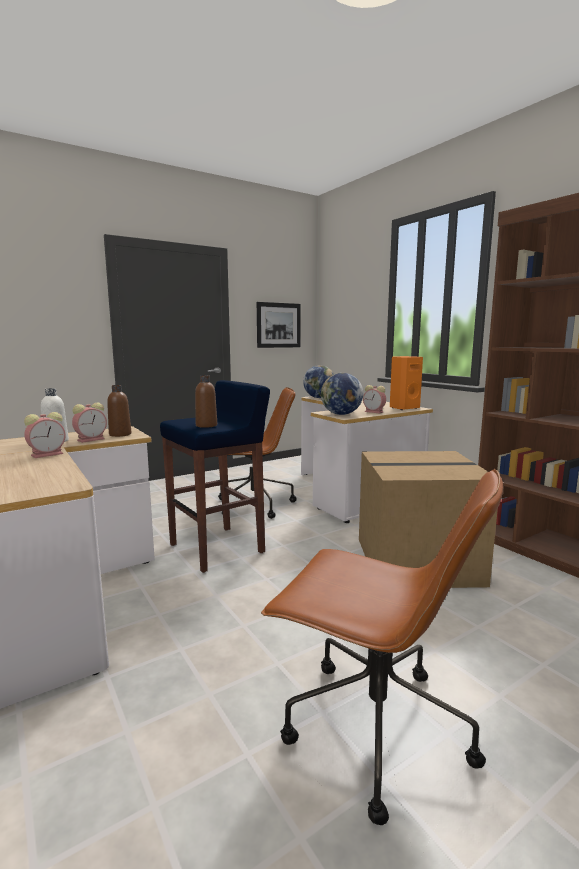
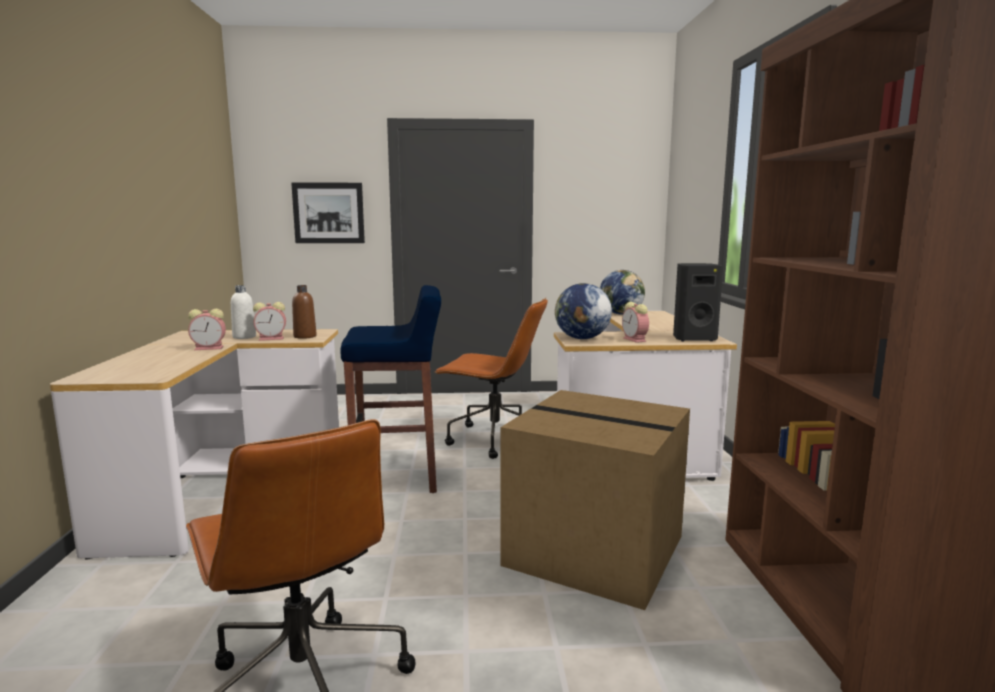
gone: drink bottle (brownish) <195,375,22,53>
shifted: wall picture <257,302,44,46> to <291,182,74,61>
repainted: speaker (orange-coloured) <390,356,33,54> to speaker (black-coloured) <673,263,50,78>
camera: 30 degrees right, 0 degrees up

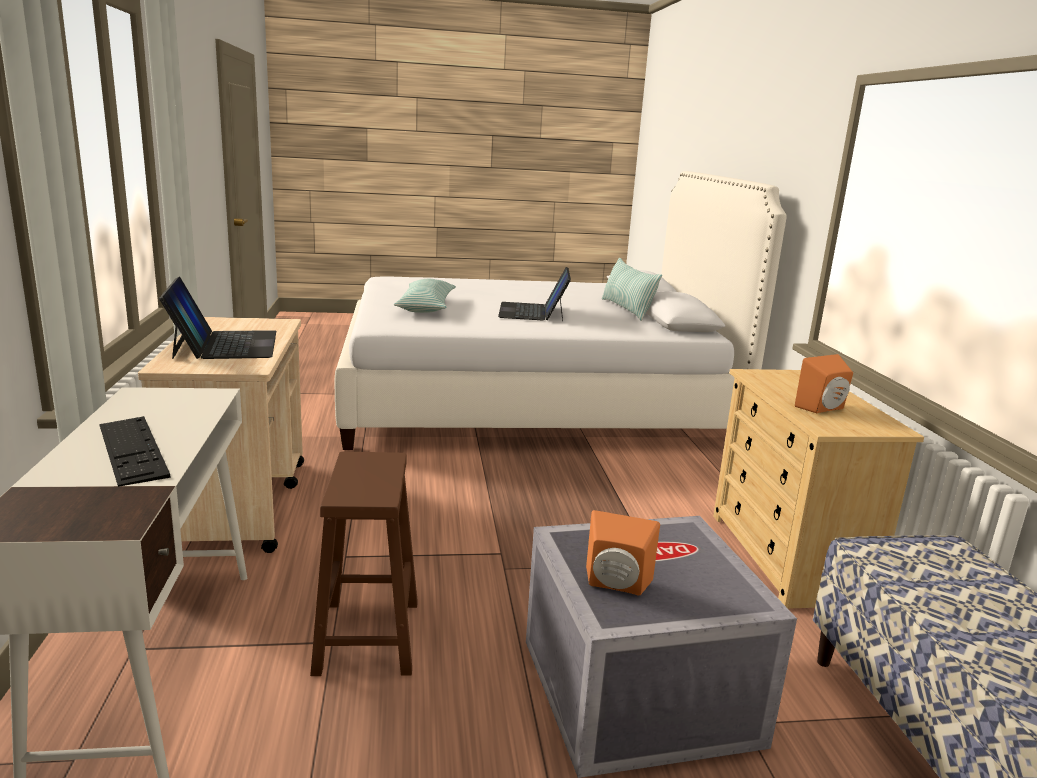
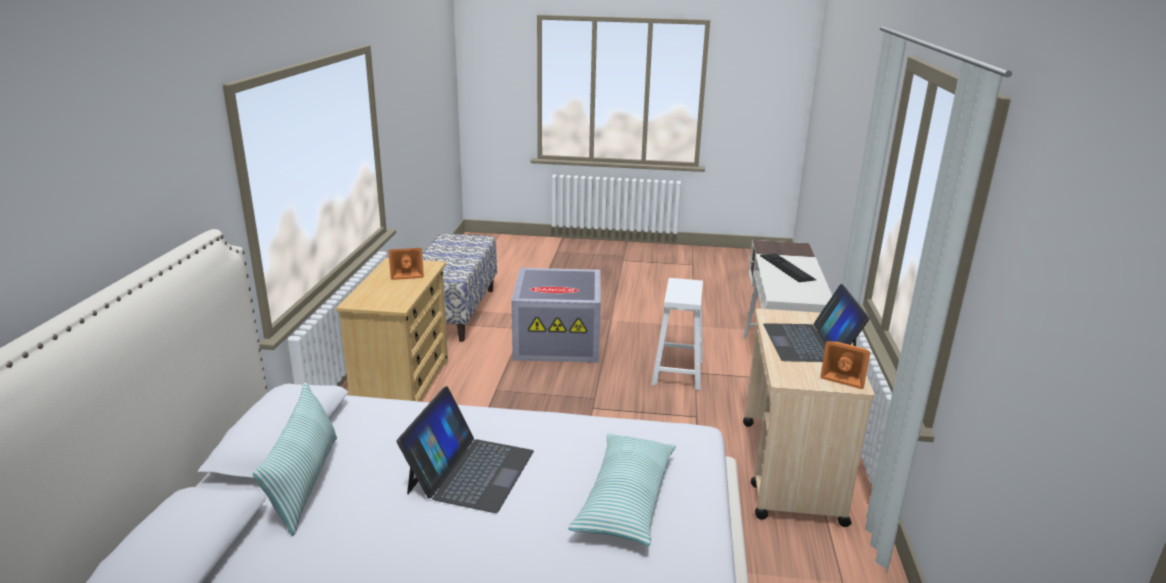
shifted: speaker (orange-coloured) <586,510,74,86> to <820,341,50,48>
repainted: sitting stool (brownish) <310,452,108,224> to sitting stool (white-coloured) <651,278,52,112>
camera: 165 degrees left, 5 degrees up

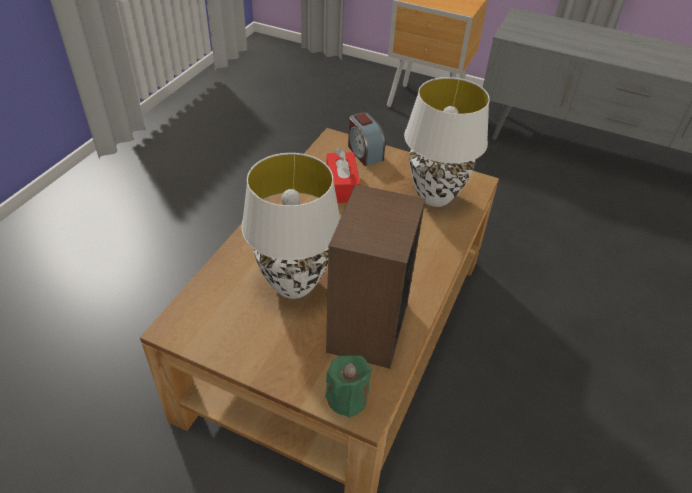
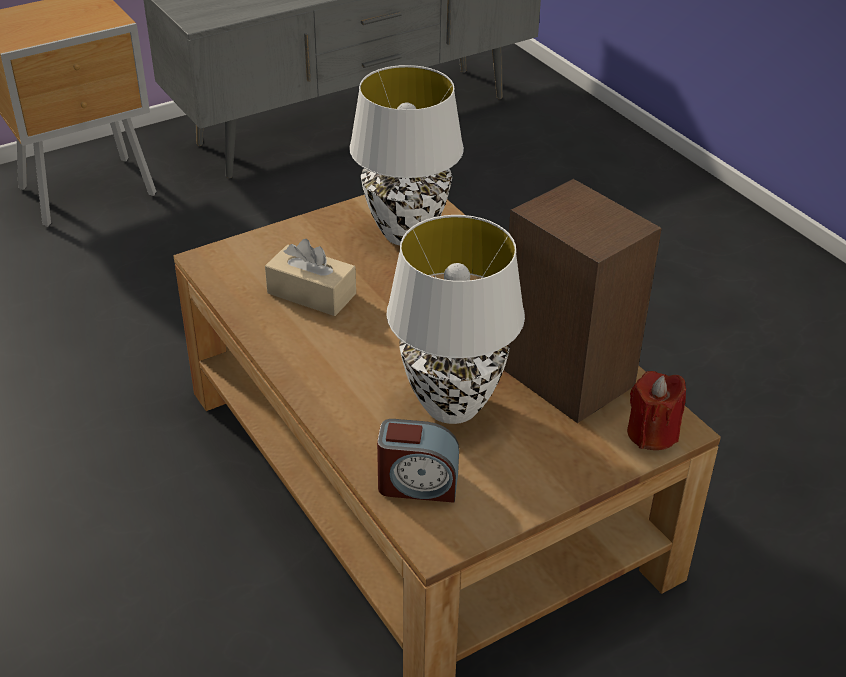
shifted: table clock <348,112,37,54> to <377,419,82,84>
repainted: tissue holder (reddish) <327,148,33,55> to tissue holder (beige) <265,239,91,77>; wax candle (greenish) <326,355,46,63> to wax candle (reddish) <627,371,59,79>
camera: 55 degrees left, 5 degrees down

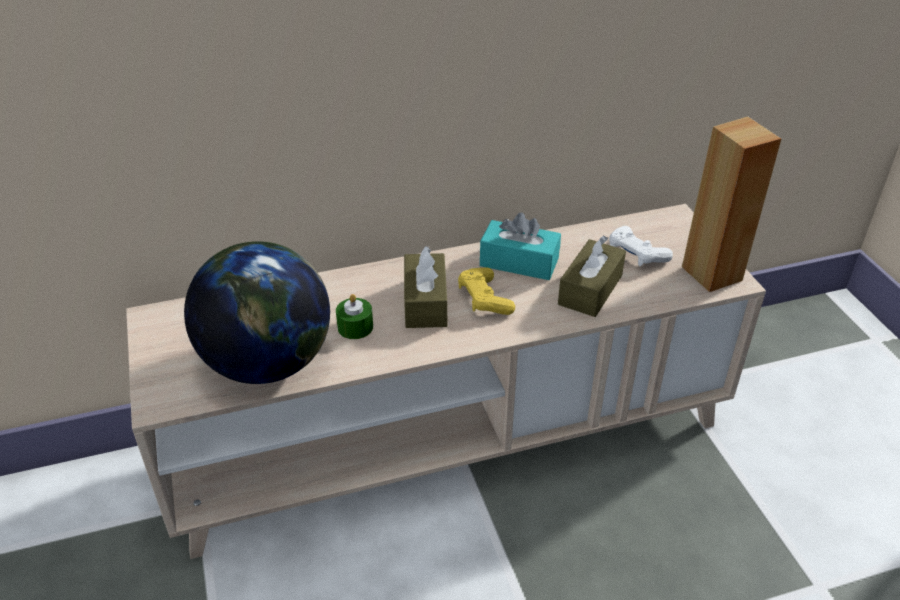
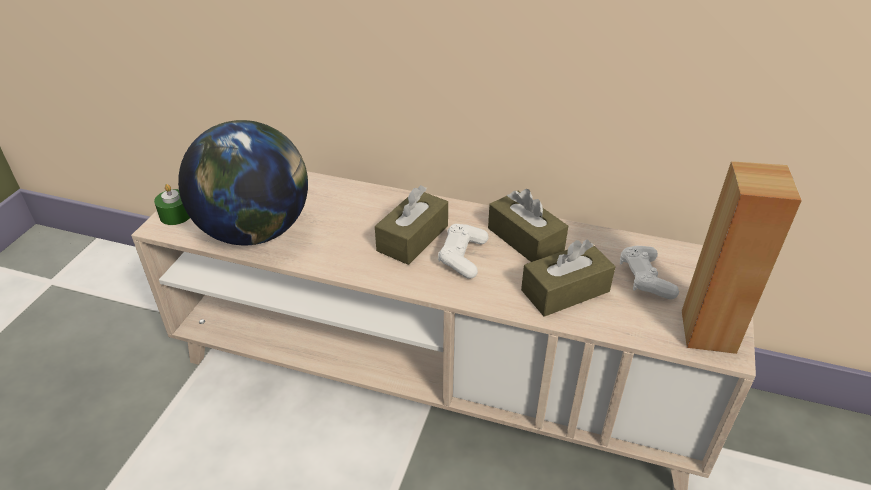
shifted: wax candle (greenish) <336,294,37,45> to <154,184,36,41>
repainted: tissue holder (turquoise-coloured) <480,213,81,67> to tissue holder (brownish) <488,189,80,73>; game controller (yellowish) <458,268,57,47> to game controller (white-coloured) <438,224,51,55>
camera: 35 degrees right, 0 degrees up

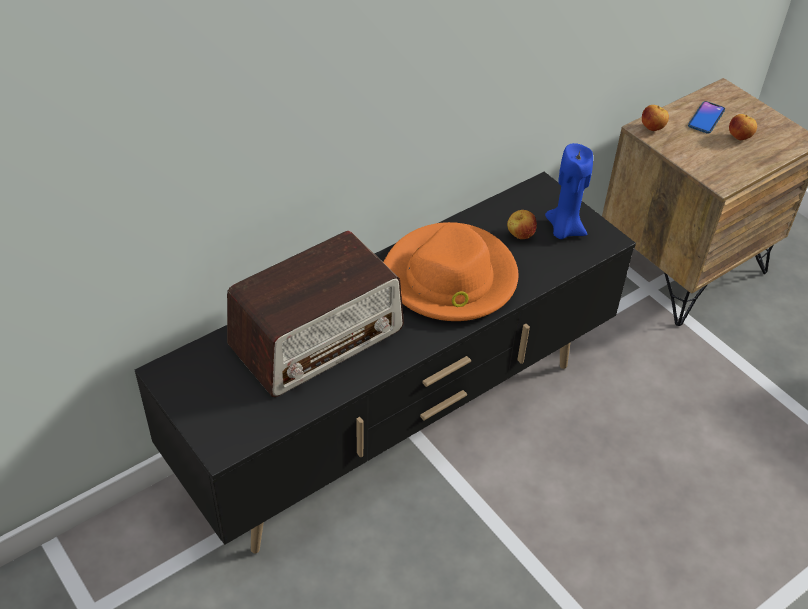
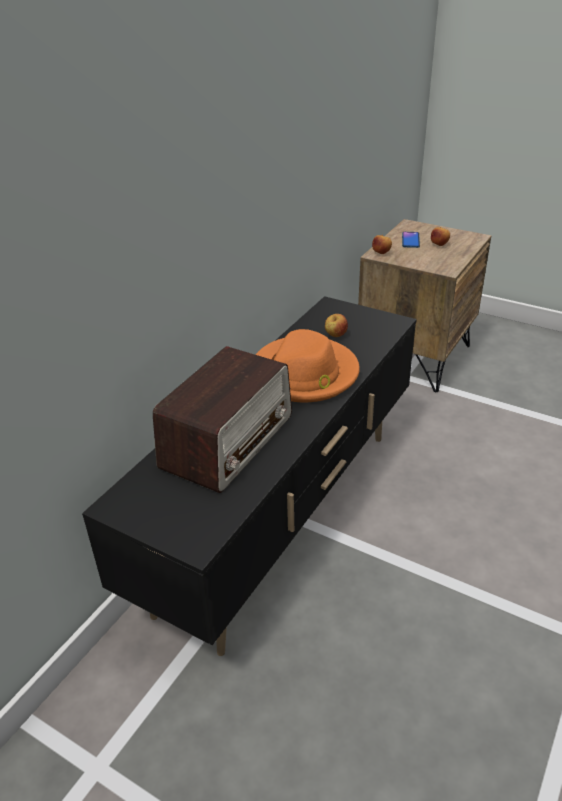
gone: wax candle (blue) <545,143,48,96>
camera: 20 degrees left, 10 degrees down

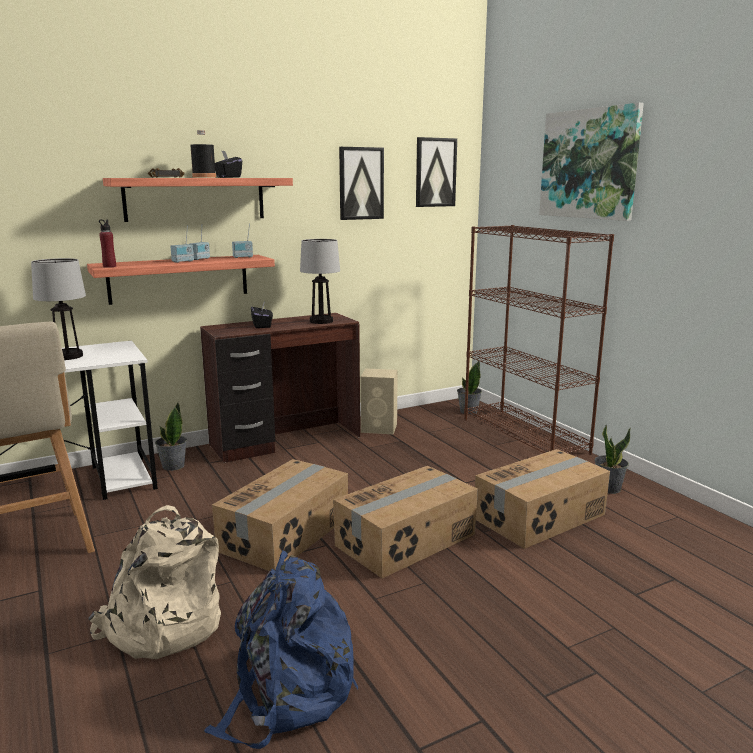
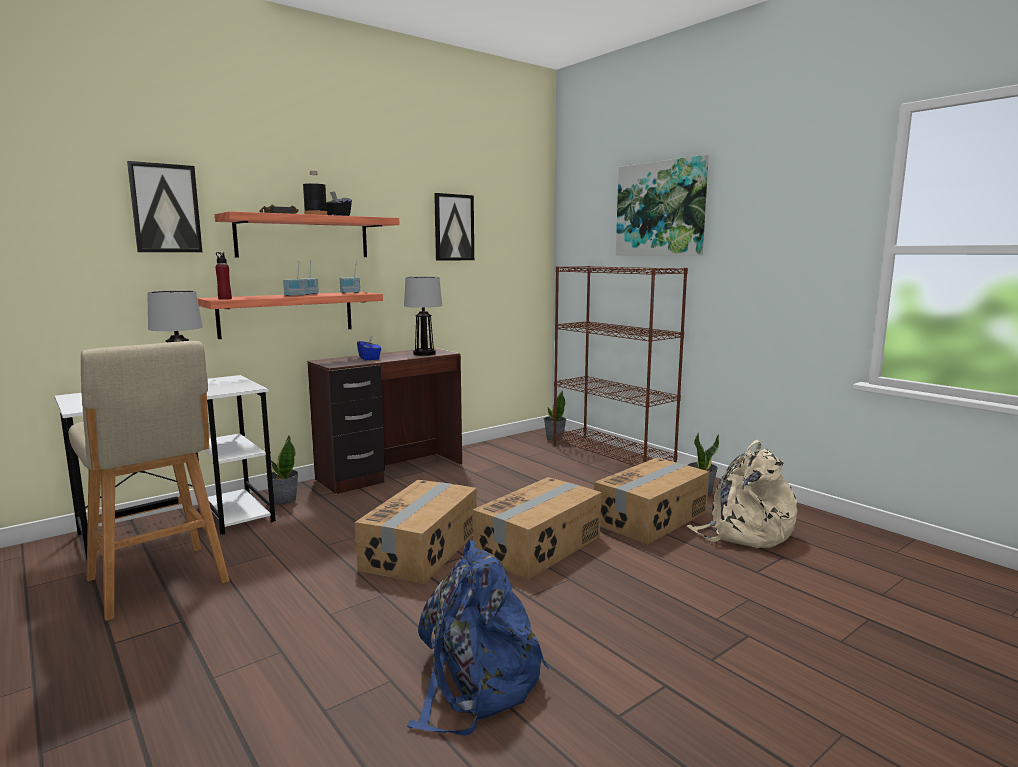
gone: speaker (beige) <360,368,38,66>
shifted: wall picture <416,137,41,70> to <127,161,75,91>; backpack (beige) <88,505,133,154> to <687,440,111,108>
repainted: tissue holder (black-coloured) <251,302,22,26> to tissue holder (blue) <357,335,24,25>
camera: 10 degrees left, 5 degrees down

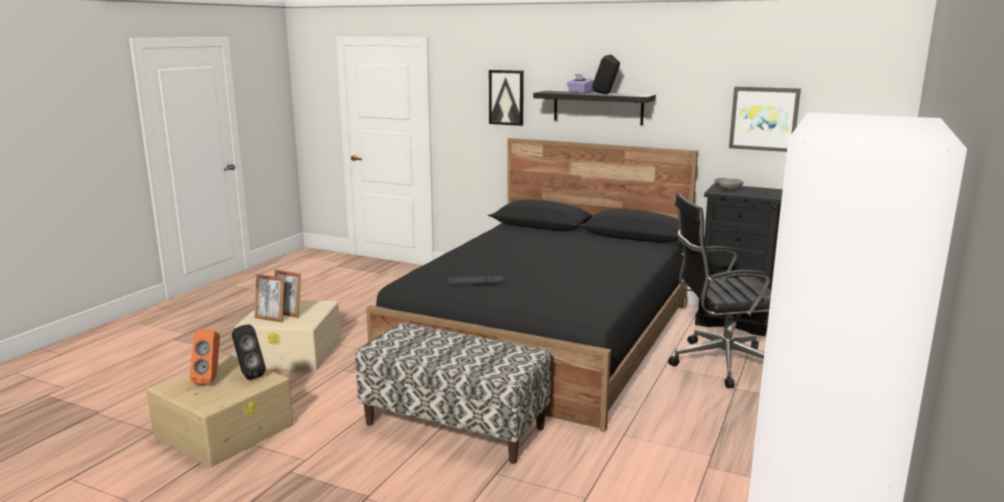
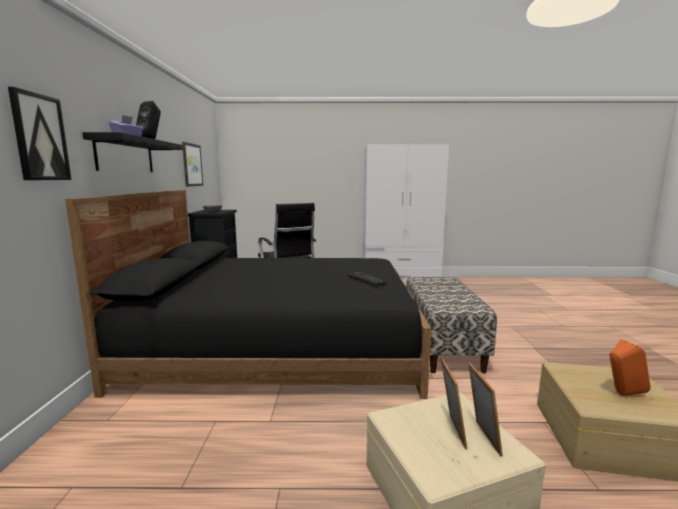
gone: speaker (black-coloured) <232,324,34,56>
camera: 115 degrees left, 5 degrees down

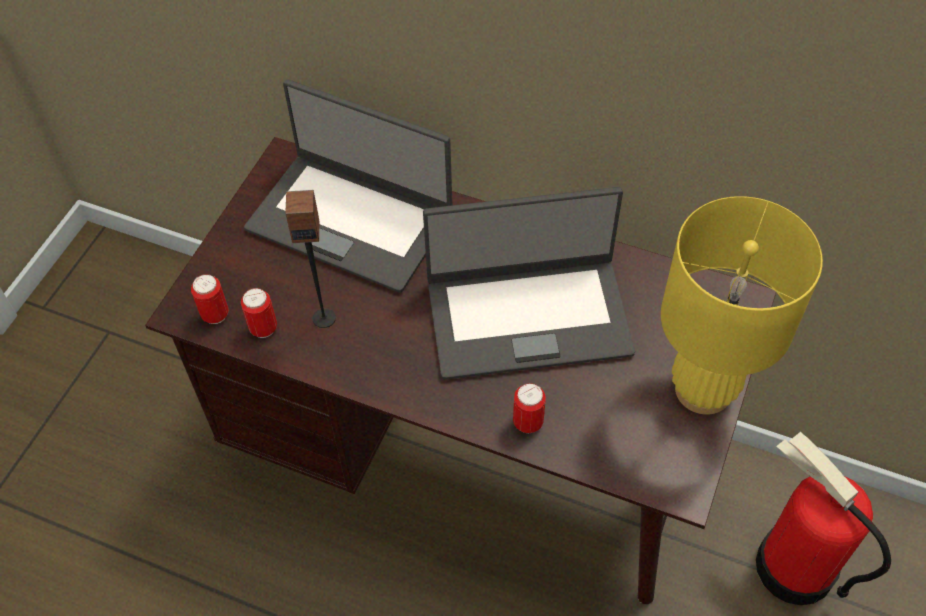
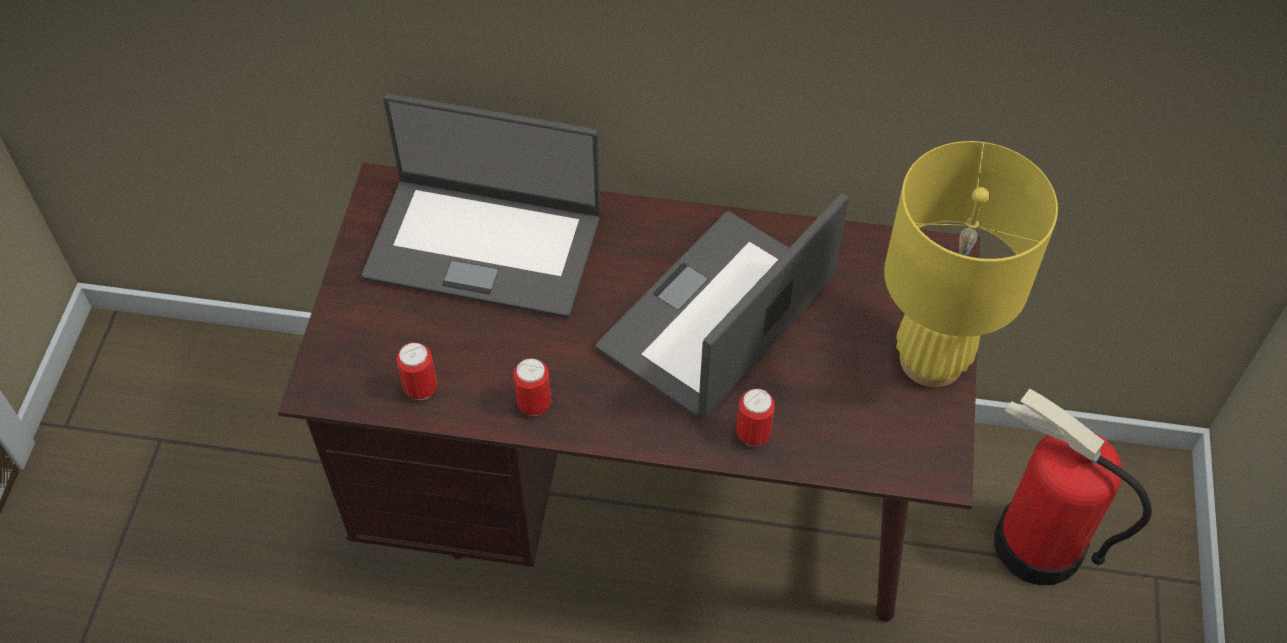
gone: speaker <285,190,51,138>
shifted: metal can <191,274,38,50> to <513,358,38,58>
rotated: laptop <423,187,212,192> = <596,192,252,226> 150 degrees clockwise
camera: 15 degrees left, 0 degrees up

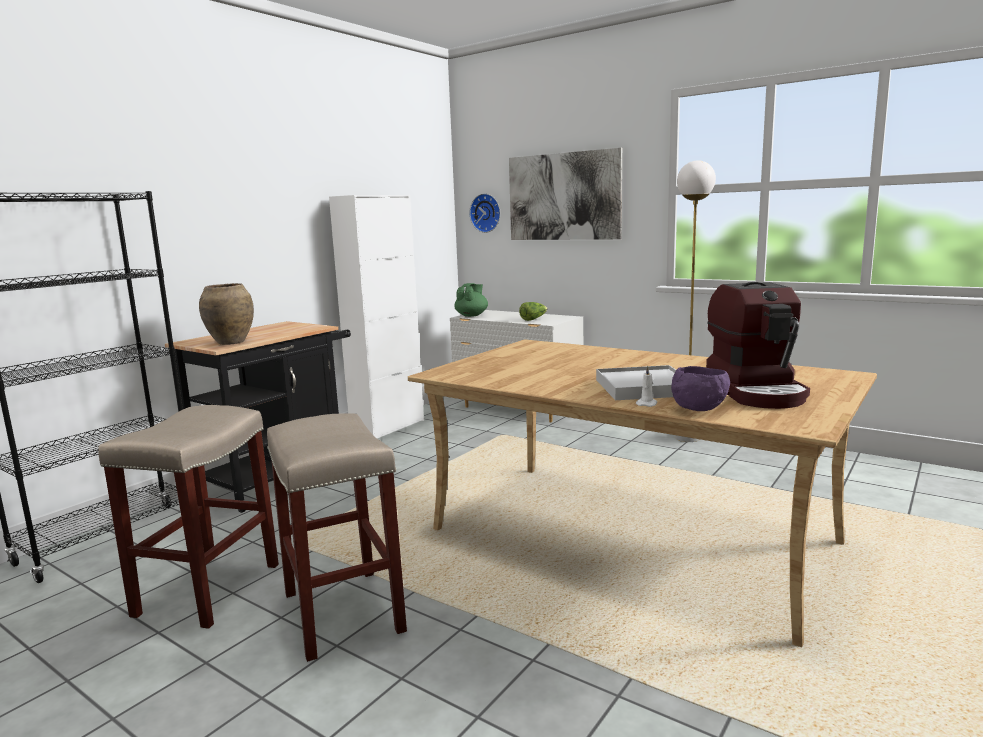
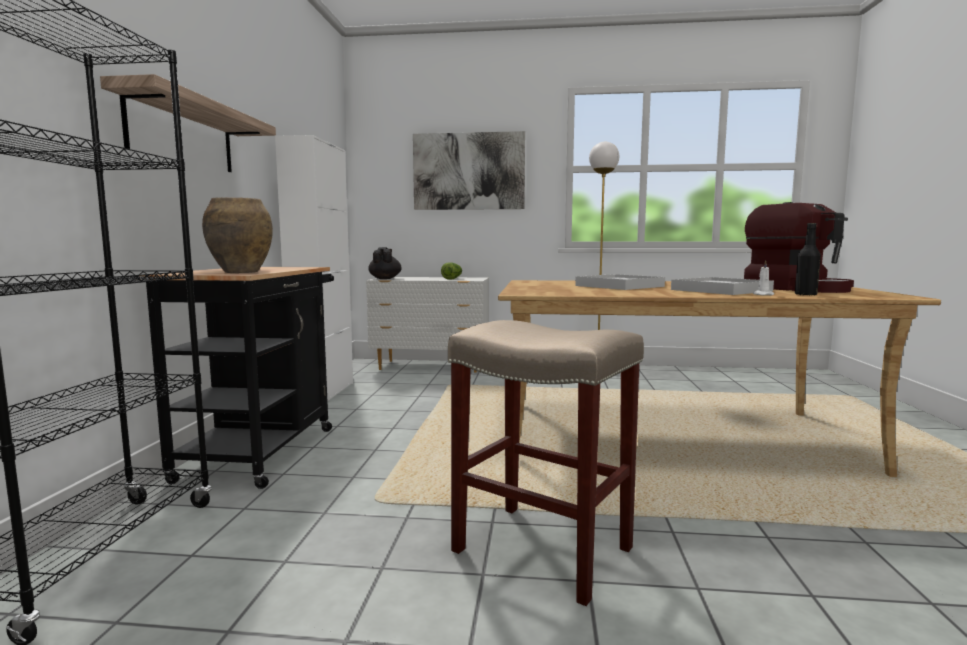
gone: wall clock <469,193,31,40>; sitting stool (beige) <98,405,181,224>
new: shelf <100,74,176,98>; carrying tray (white-coloured) <575,274,90,16>
swapped: bowl (purple) <671,366,59,45> to drink bottle (black-coloured) <795,223,26,73>
repainted: teapot (greenish) <454,283,34,34> to teapot (black-coloured) <368,247,34,32>
camera: 30 degrees left, 5 degrees down

